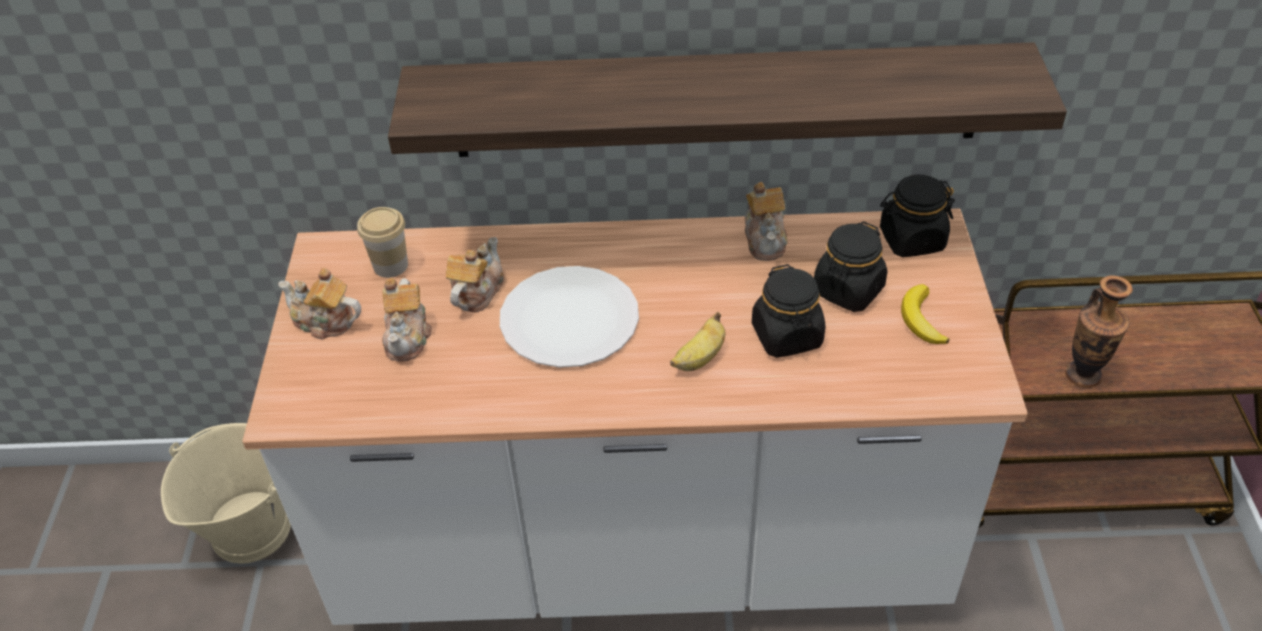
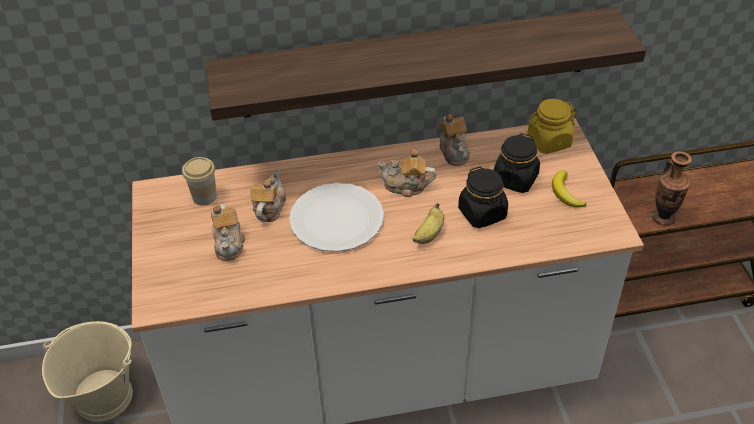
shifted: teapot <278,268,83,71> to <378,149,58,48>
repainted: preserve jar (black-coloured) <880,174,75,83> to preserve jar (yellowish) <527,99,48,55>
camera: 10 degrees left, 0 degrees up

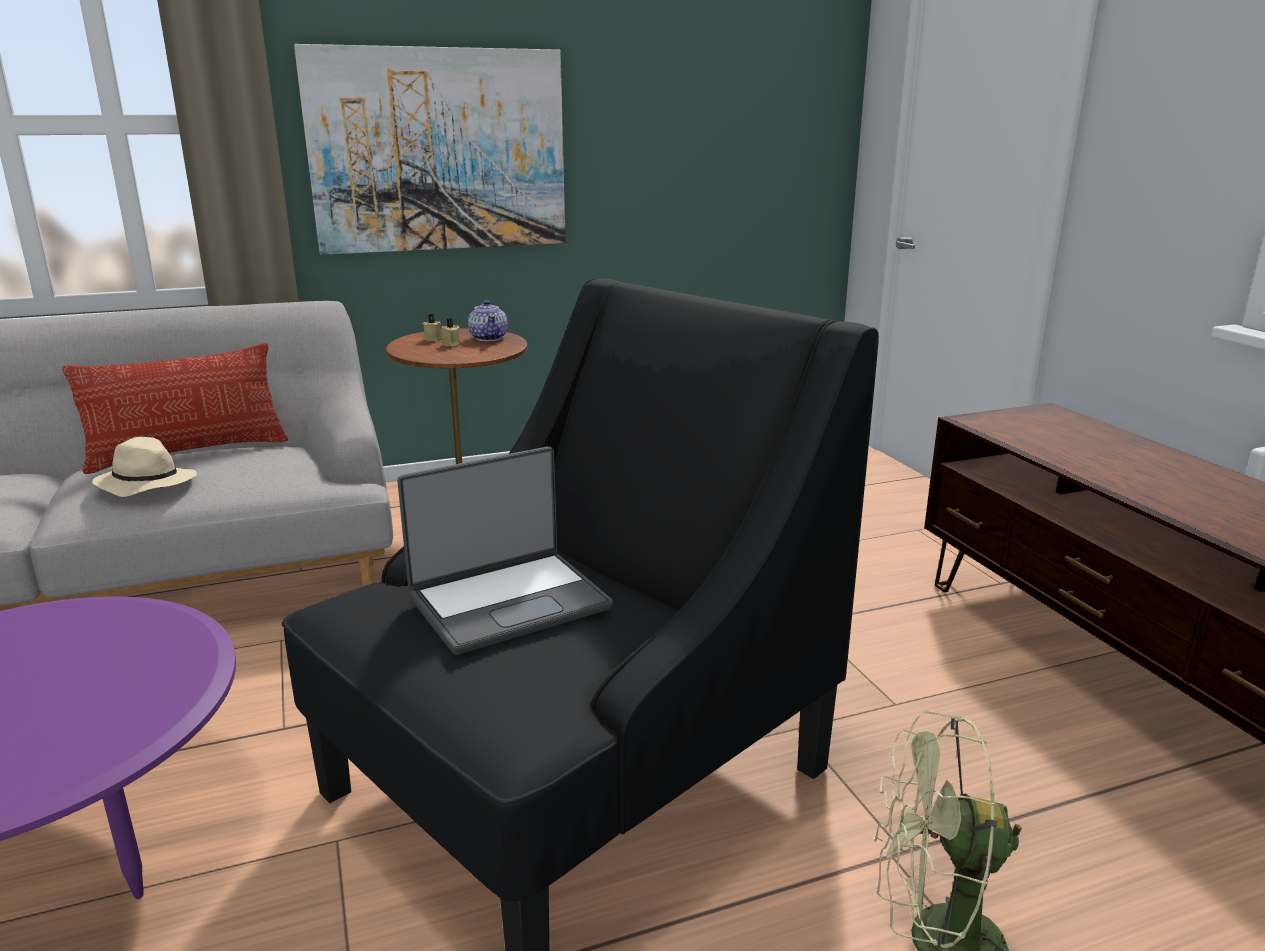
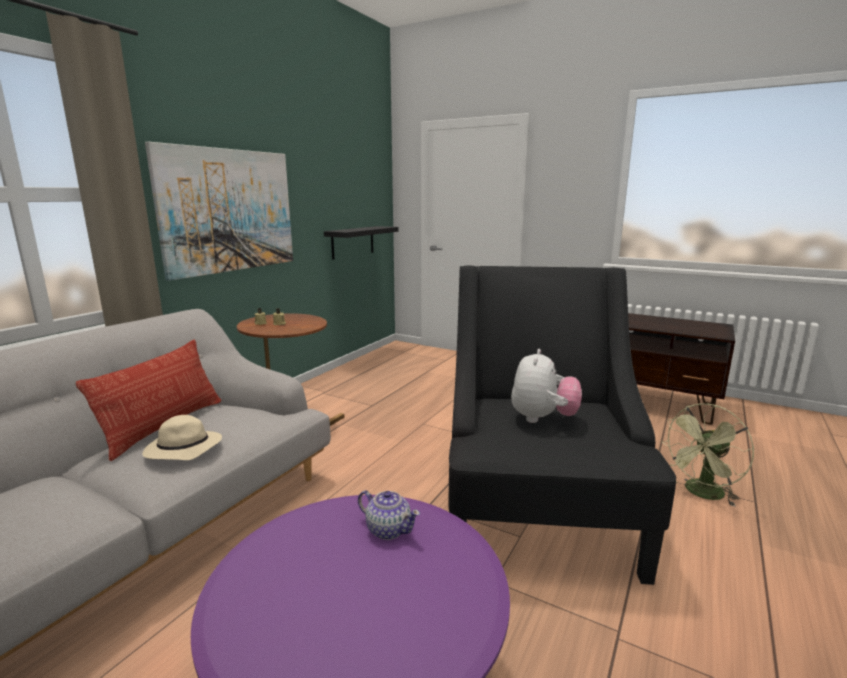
new: shelf (black-coloured) <324,226,75,34>
shifted: teapot <468,300,40,41> to <358,490,62,50>
swapped: laptop <397,446,216,209> to plush toy <511,349,71,74>
camera: 40 degrees left, 5 degrees down

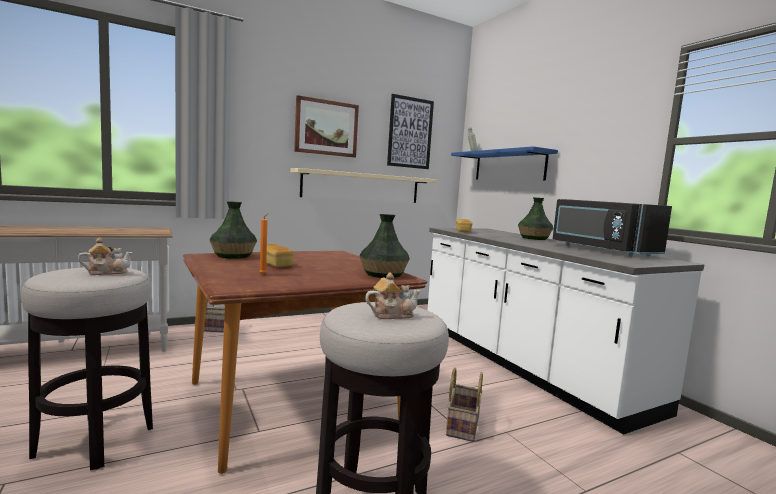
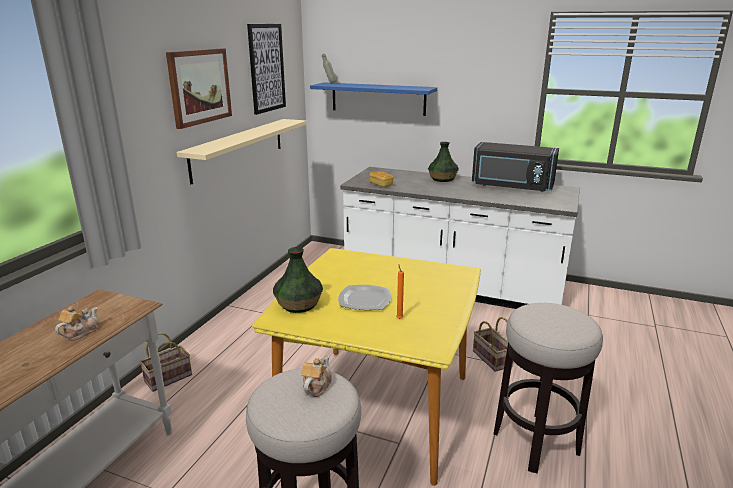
gone: vase <360,214,50,64>
shifted: teapot <365,272,56,47> to <55,306,43,35>
swapped: baked bread <266,244,28,23> to flat dish <338,285,53,25>
repainted: kitchen table (brownish) <183,251,244,223> to kitchen table (yellowish) <252,248,229,238>
camera: 40 degrees left, 15 degrees up

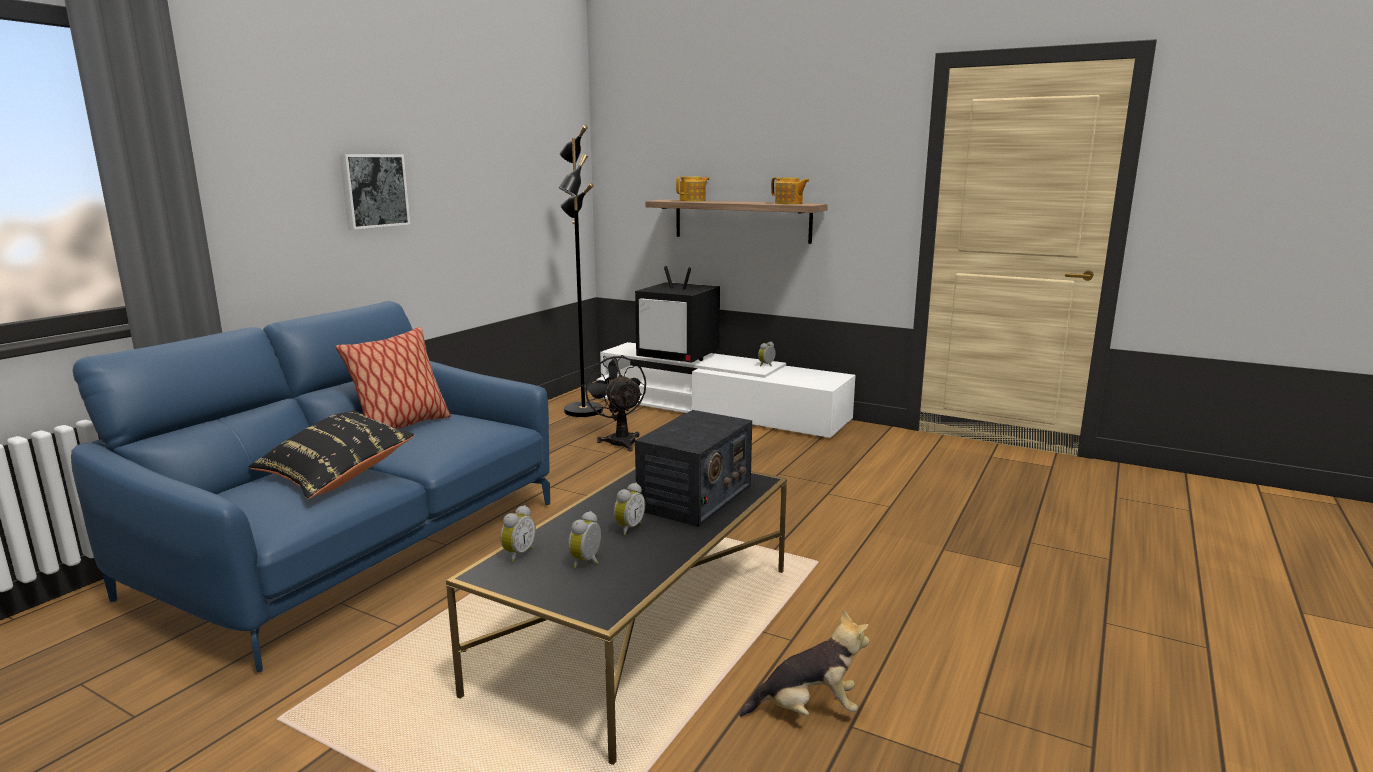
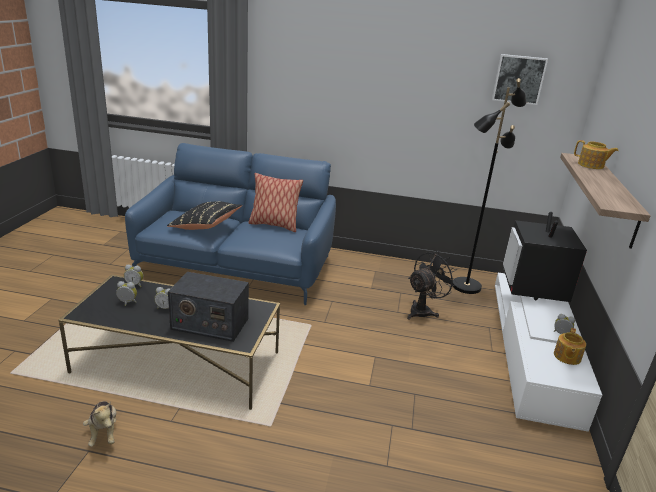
shifted: wall picture <340,154,70,75> to <492,54,56,51>; teapot <771,177,39,27> to <554,328,32,37>
camera: 70 degrees right, 10 degrees up

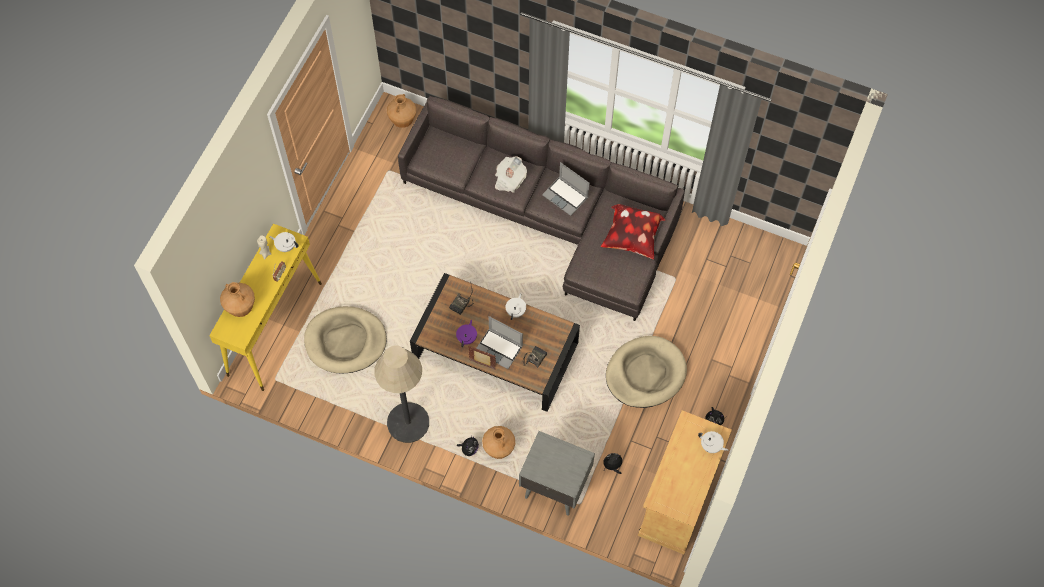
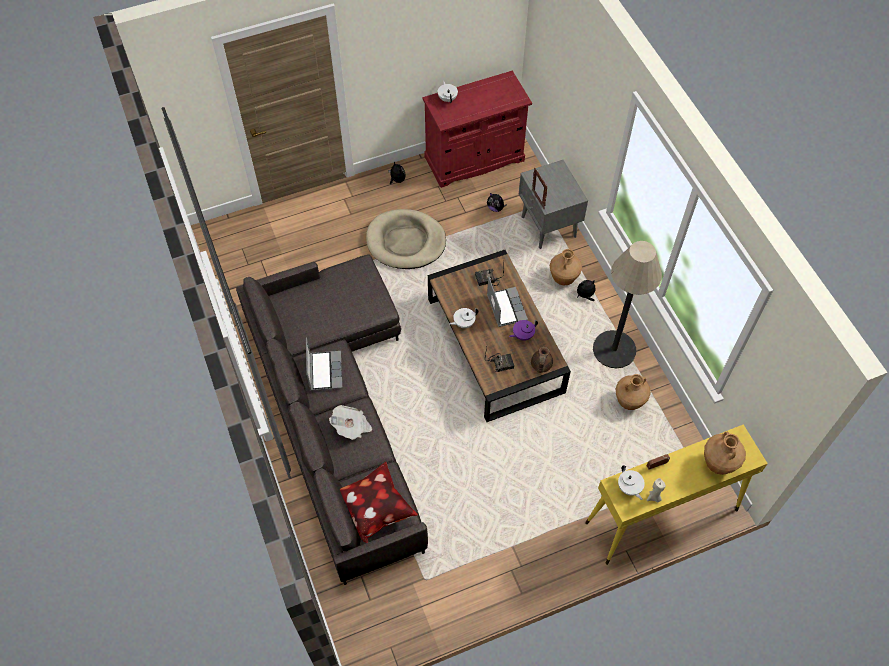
gone: dog bed (beige) <304,306,83,68>
new: teapot (brownish) <531,346,22,27>
shifted: vase (brownish) <387,94,29,34> to <616,374,35,36>; throw pillow <601,204,64,55> to <340,462,78,81>; picture frame <468,346,28,23> to <532,168,16,41>
repainted: cupboard (beige) <638,410,94,144> to cupboard (reddish) <422,71,110,117>
camera: 135 degrees left, 5 degrees down

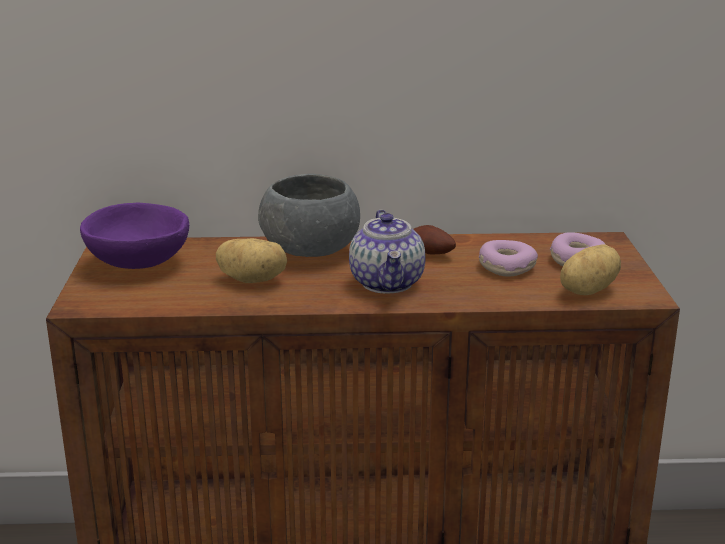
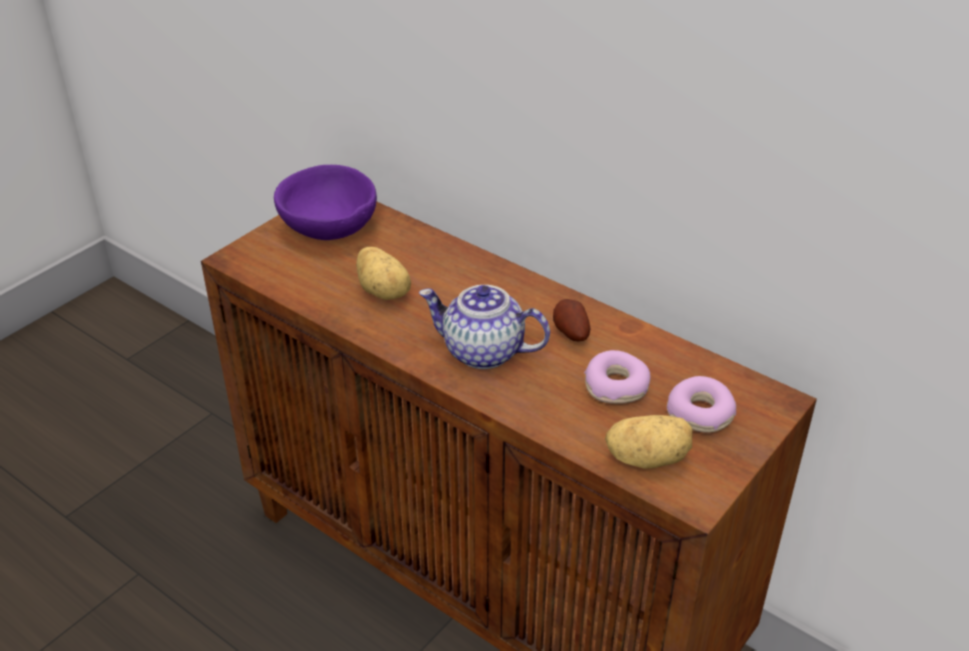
gone: bowl (greyish) <258,174,102,83>
rotated: teapot <349,210,76,83> = <419,285,131,84> 75 degrees clockwise
camera: 40 degrees right, 15 degrees up

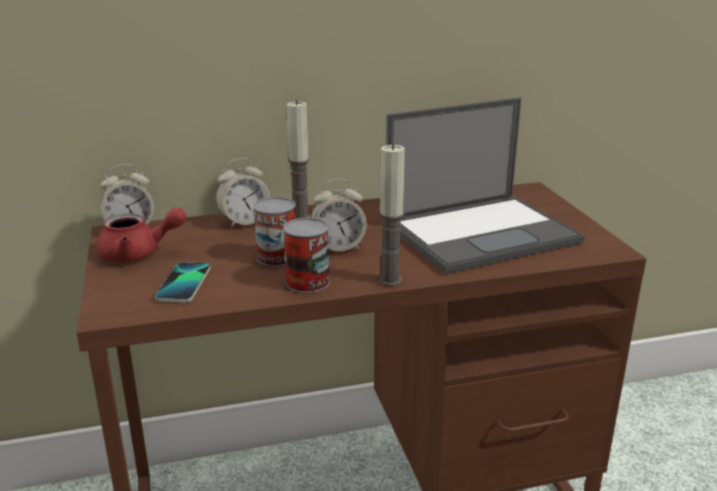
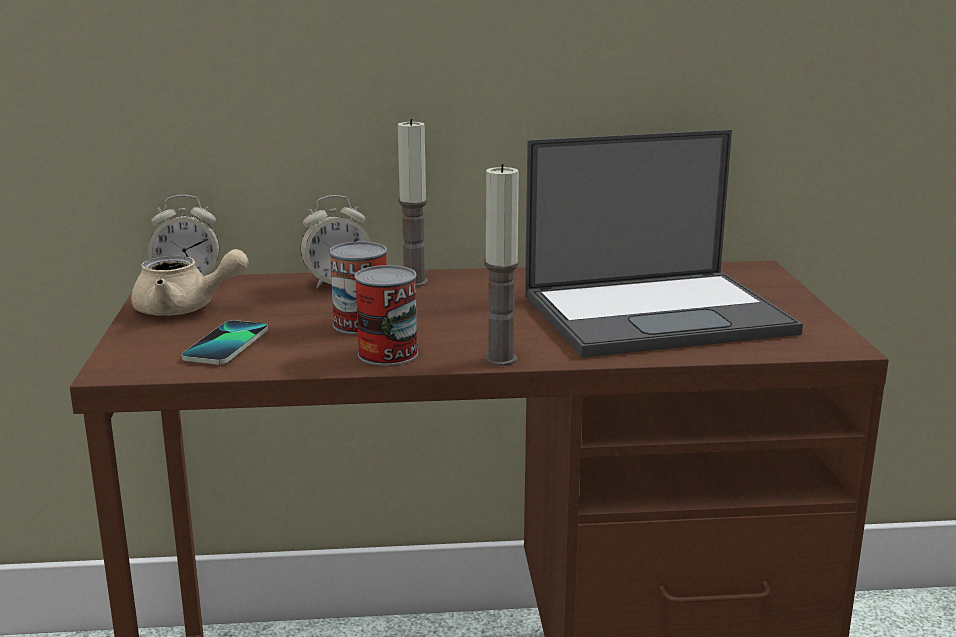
gone: table clock <311,179,56,72>
repainted: teapot (reddish) <97,207,90,55> to teapot (beige) <131,249,117,67>
camera: 10 degrees right, 5 degrees down

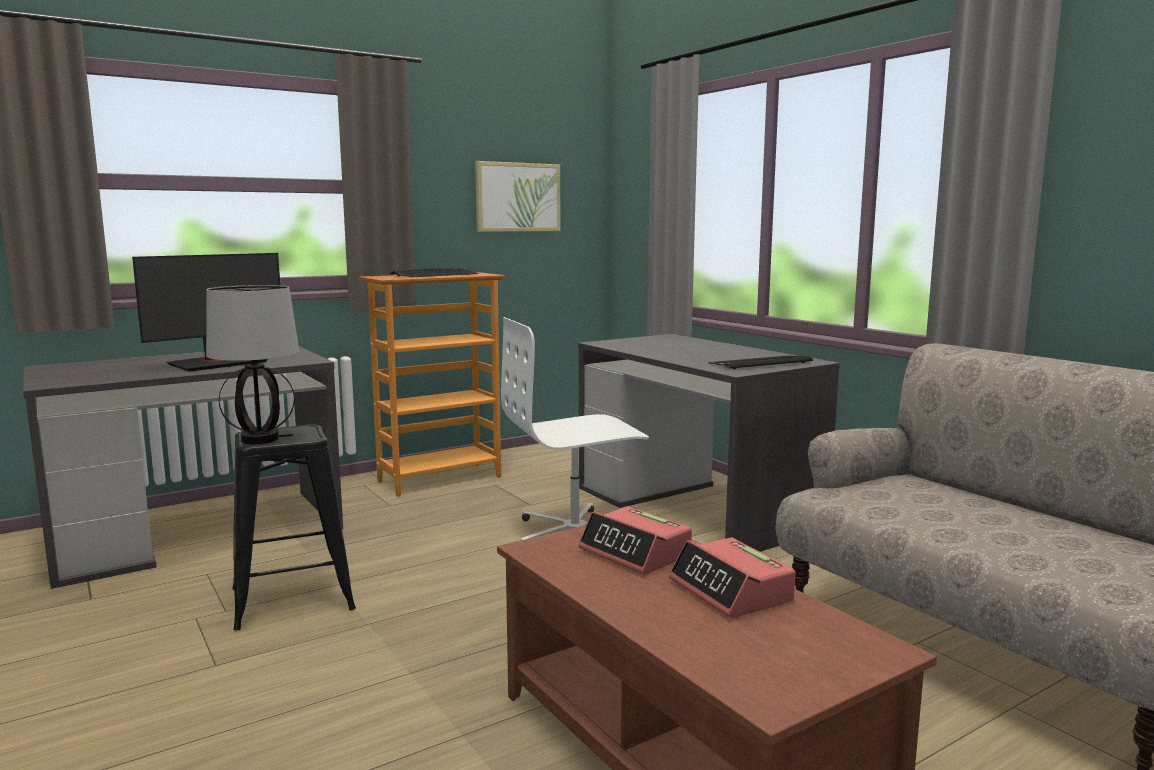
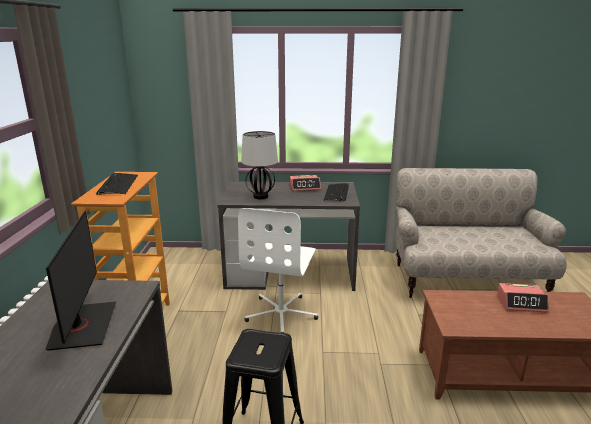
gone: wall picture <475,161,85,71>
shifted: table lamp <206,285,93,159> to <241,131,37,68>; table clock <578,506,114,69> to <290,175,31,16>
camera: 55 degrees left, 10 degrees up

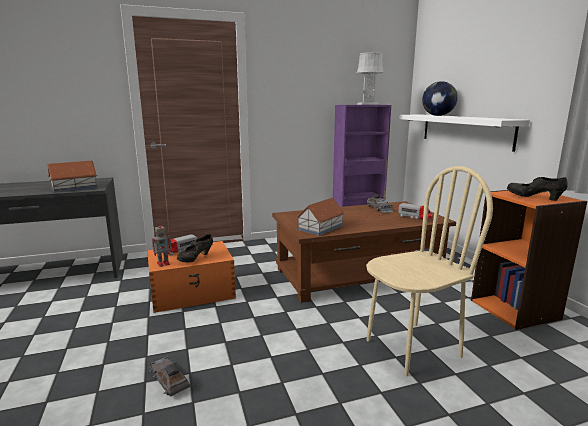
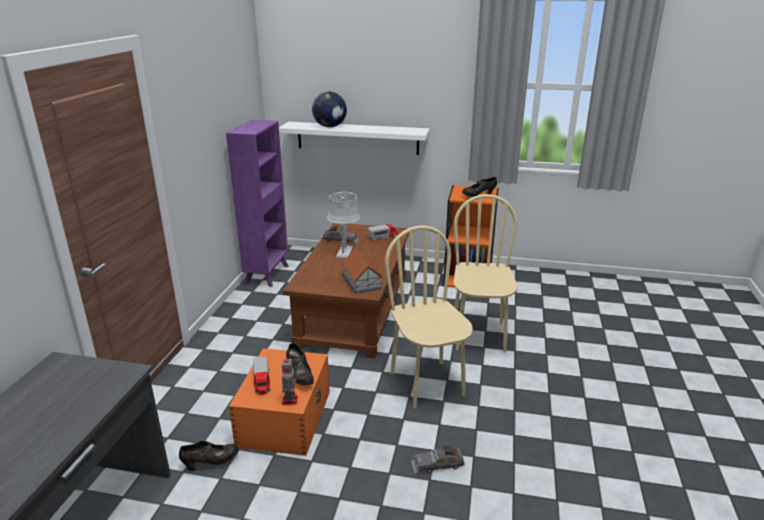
gone: toy house <47,161,51,32>
new: upright chair (beige) <385,226,88,182>; item of footwear (black-coloured) <179,441,60,30>
shifted: table lamp (greyish) <357,50,27,55> to <327,192,33,66>
camera: 60 degrees left, 10 degrees up

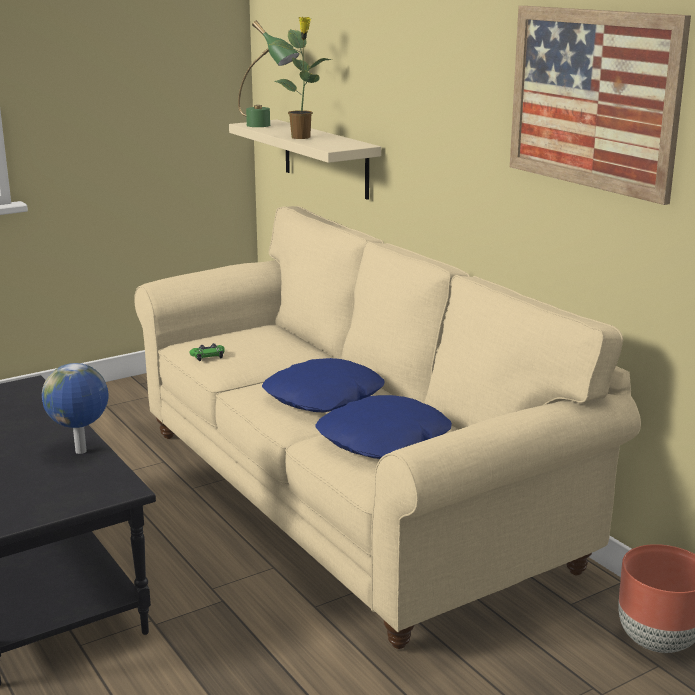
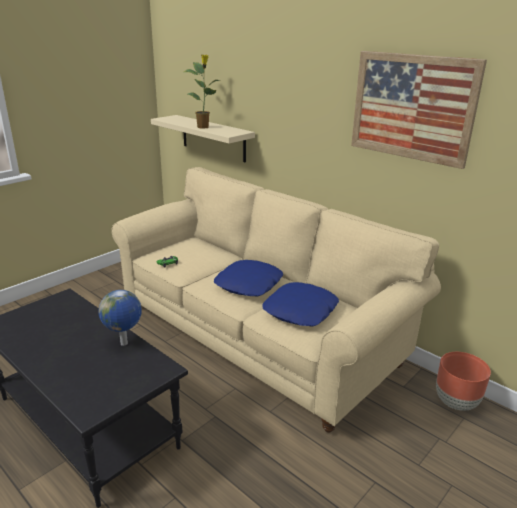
gone: table lamp (greenish) <238,21,61,106>
camera: 15 degrees left, 5 degrees up

